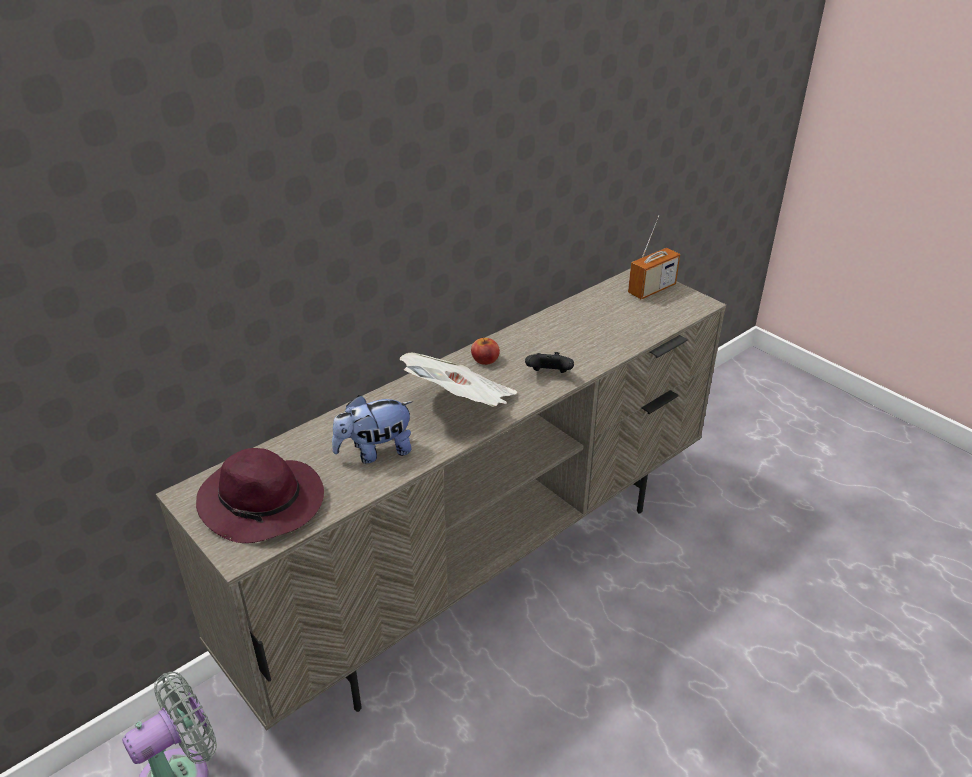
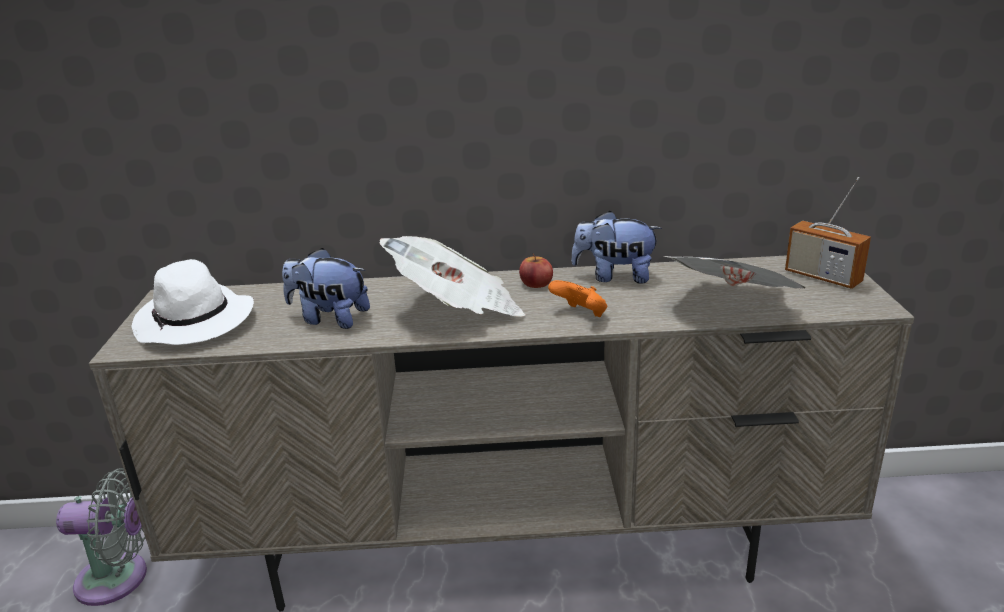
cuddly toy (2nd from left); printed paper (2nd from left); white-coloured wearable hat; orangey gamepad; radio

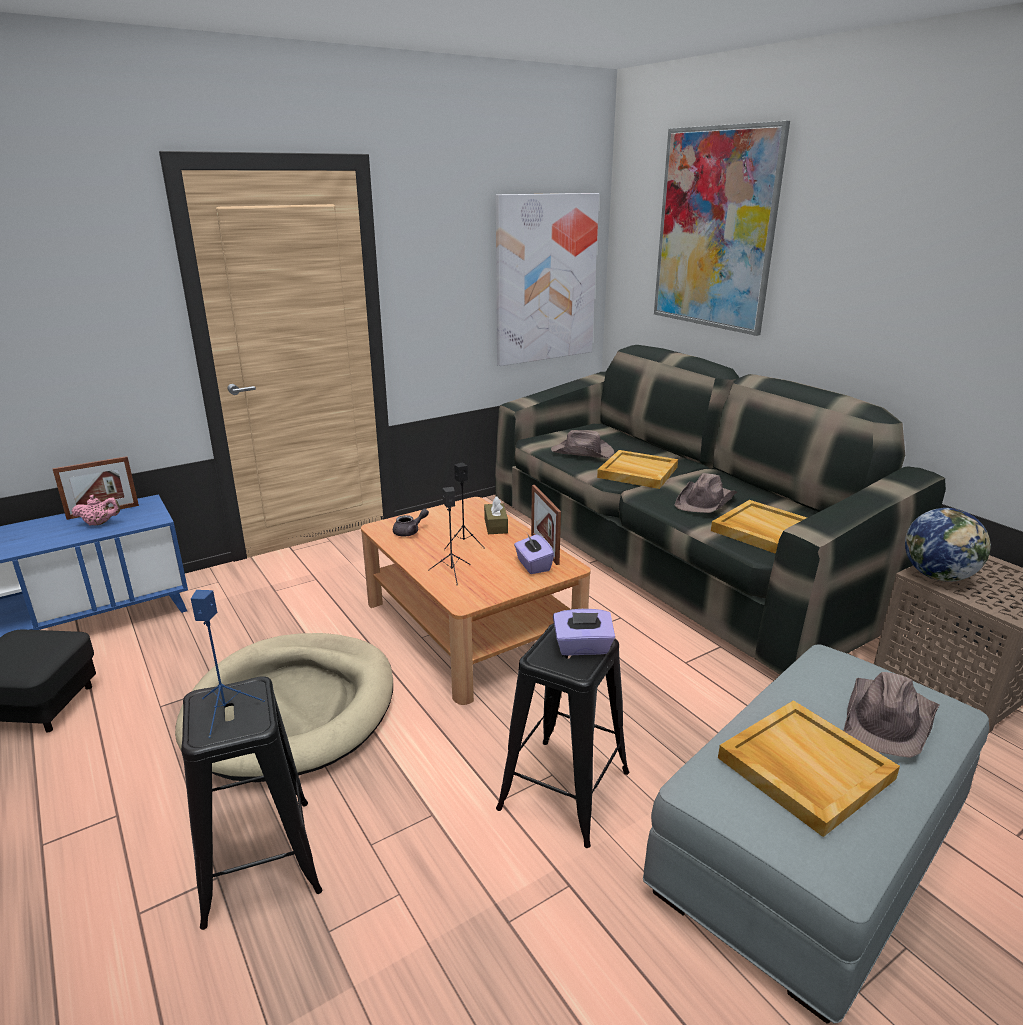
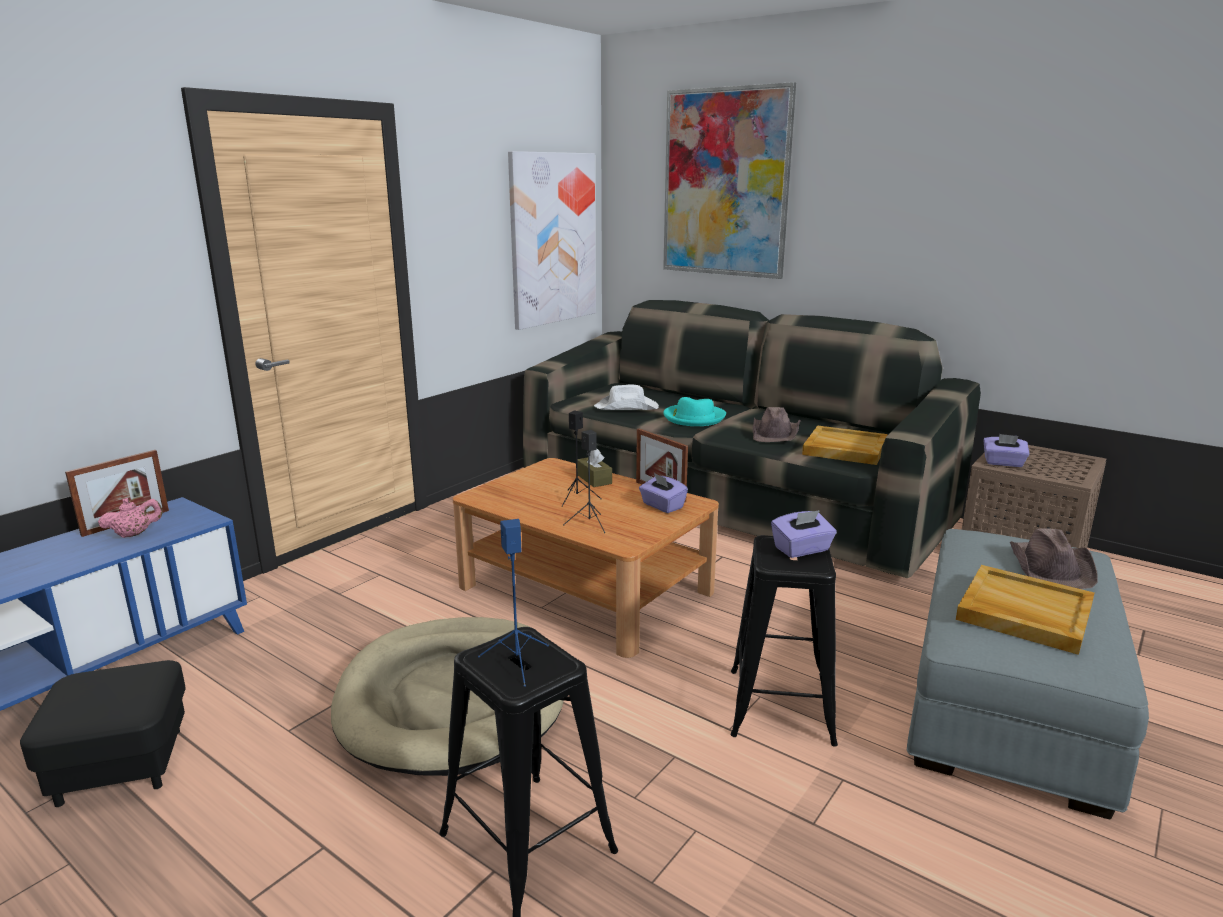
gray teapot; turquoise-coloured wearable hat; purplish tissue holder (3rd from left); white-coloured wearable hat

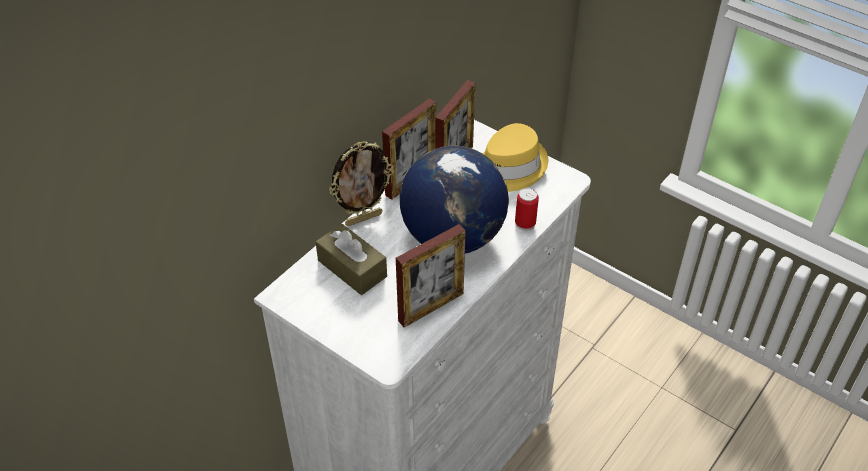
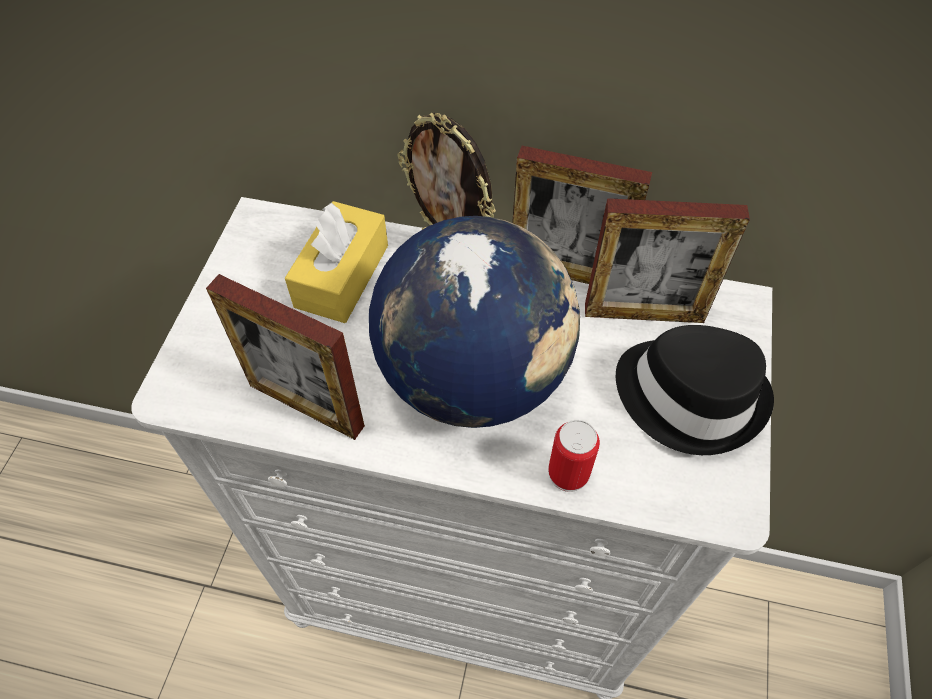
yellow-coloured tissue holder; black wearable hat

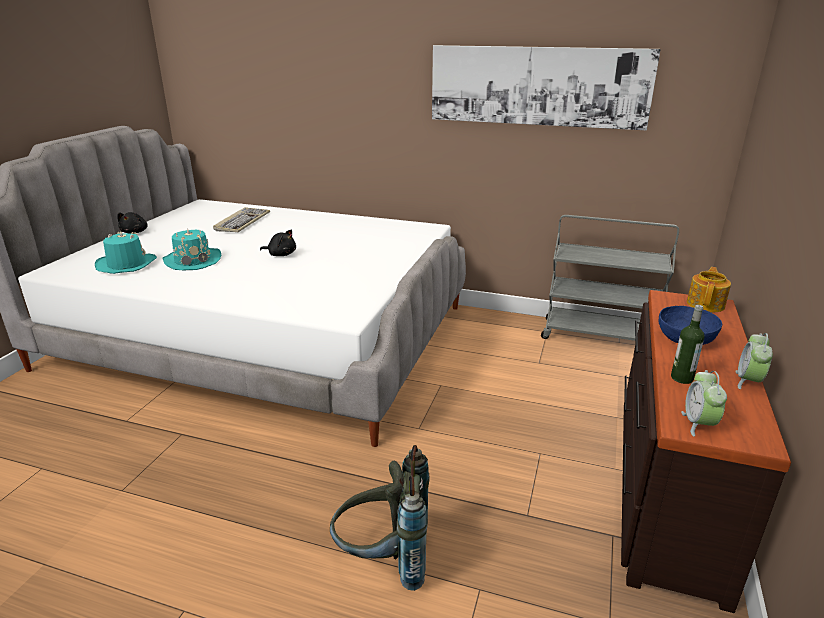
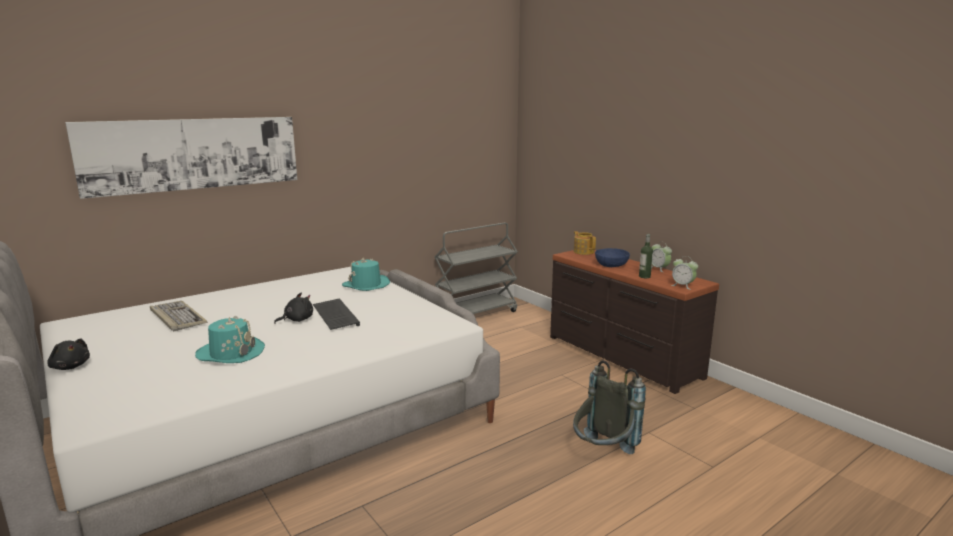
keyboard (2nd from left); turquoise-coloured wearable hat (2nd from left); wall art

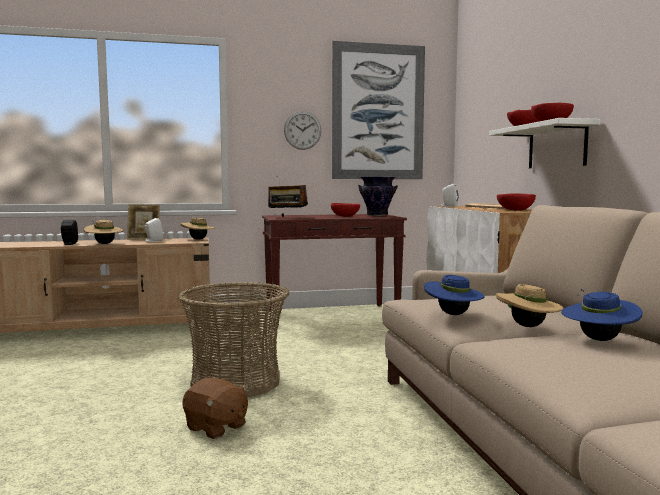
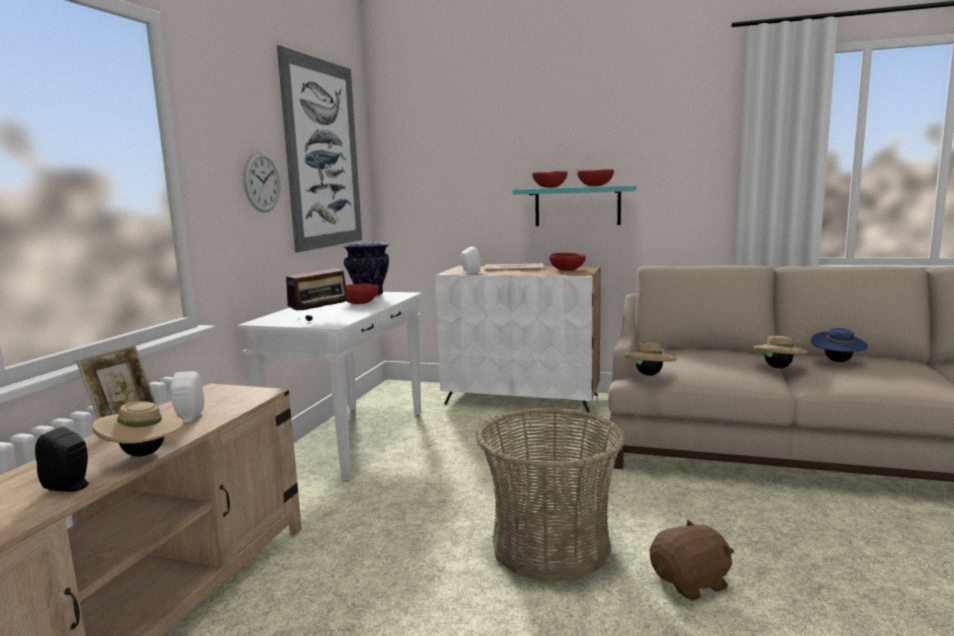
bluish wearable hat (1st from left in the first image); beige wearable hat (2nd from left); white-coloured narrow table; turquoise-coloured shelf

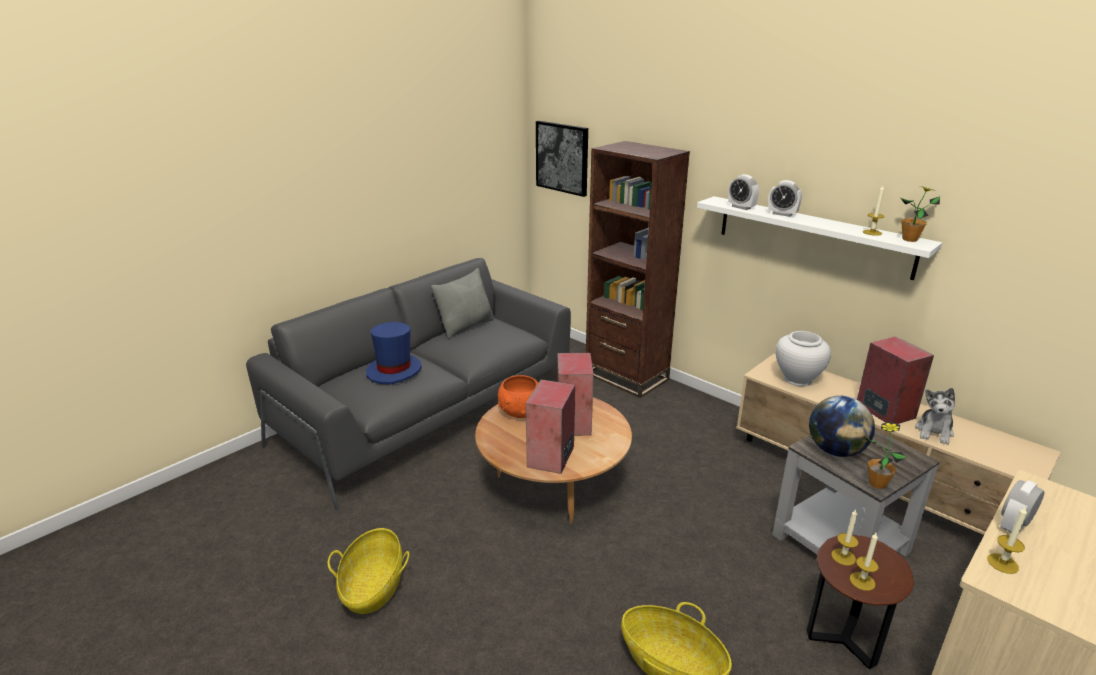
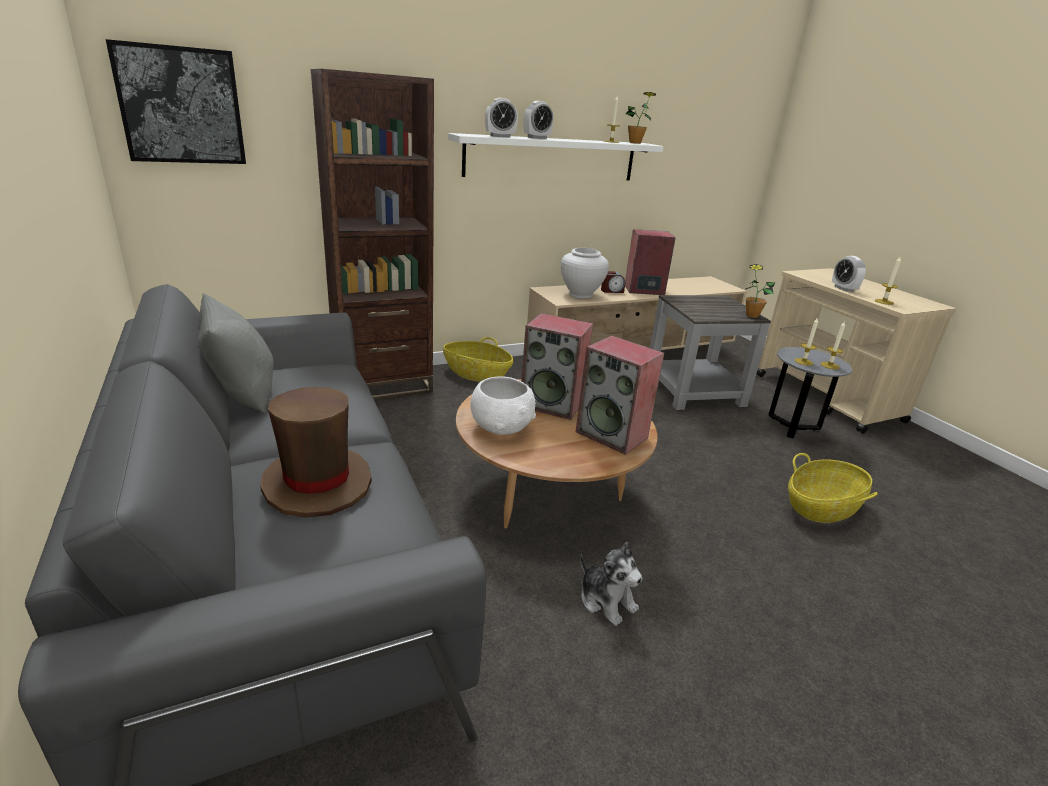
desk globe; alarm clock (3rd from left); storage basket (1st from left); cuddly toy; brownish wearable hat; white-coloured deep dish; gray accent table (2nd from left)

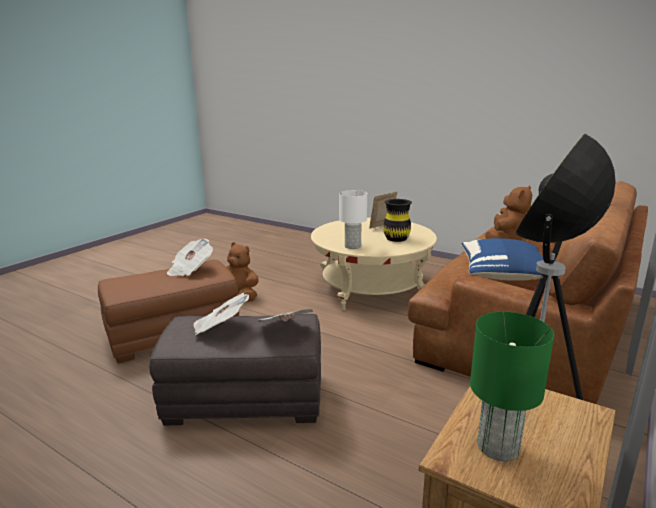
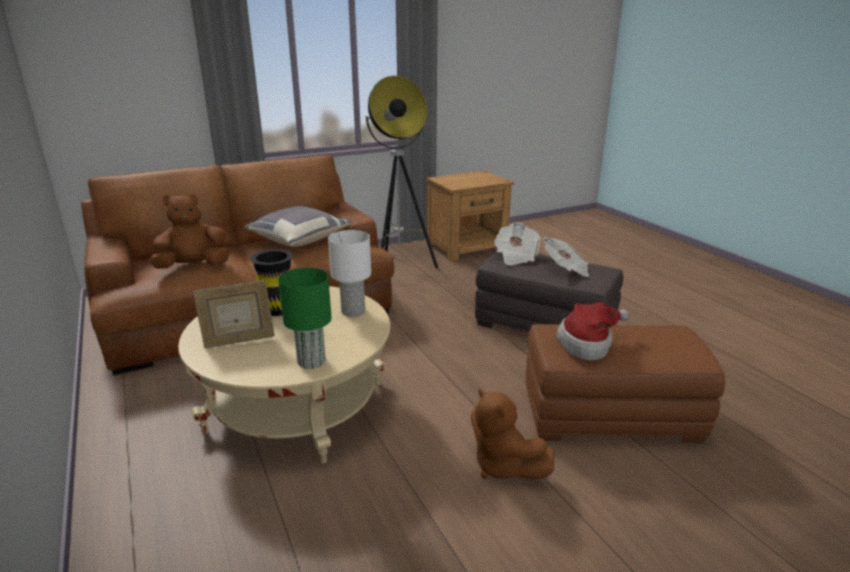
green-coloured tabletop lamp; wearable hat; gray cushion

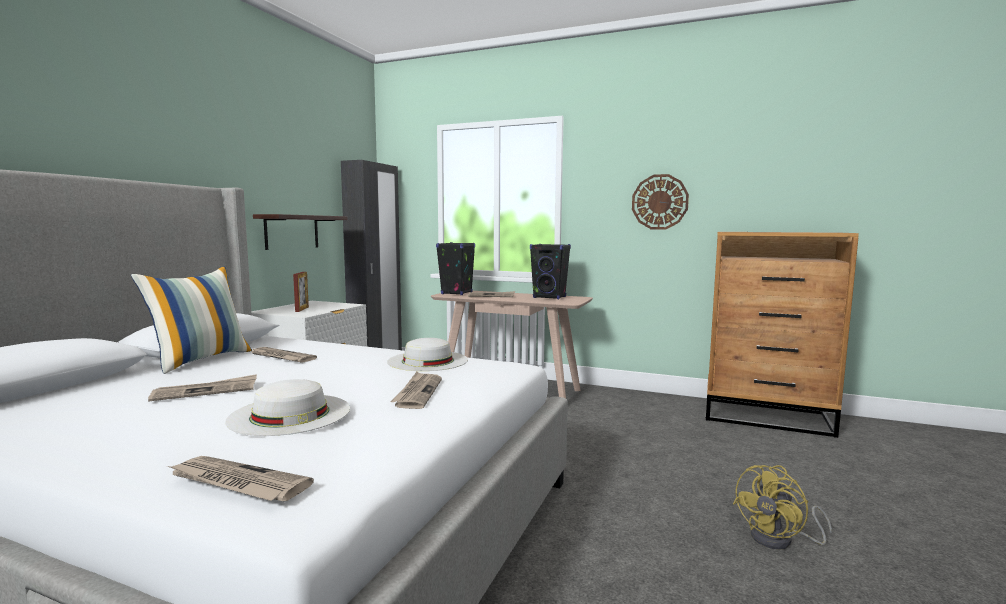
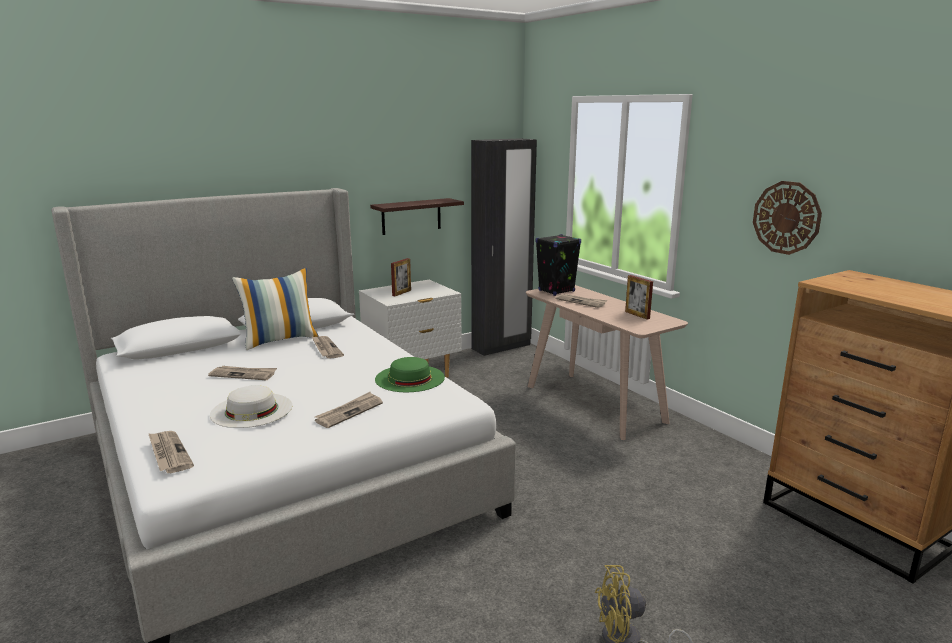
picture frame (2nd from left); green-coloured wearable hat

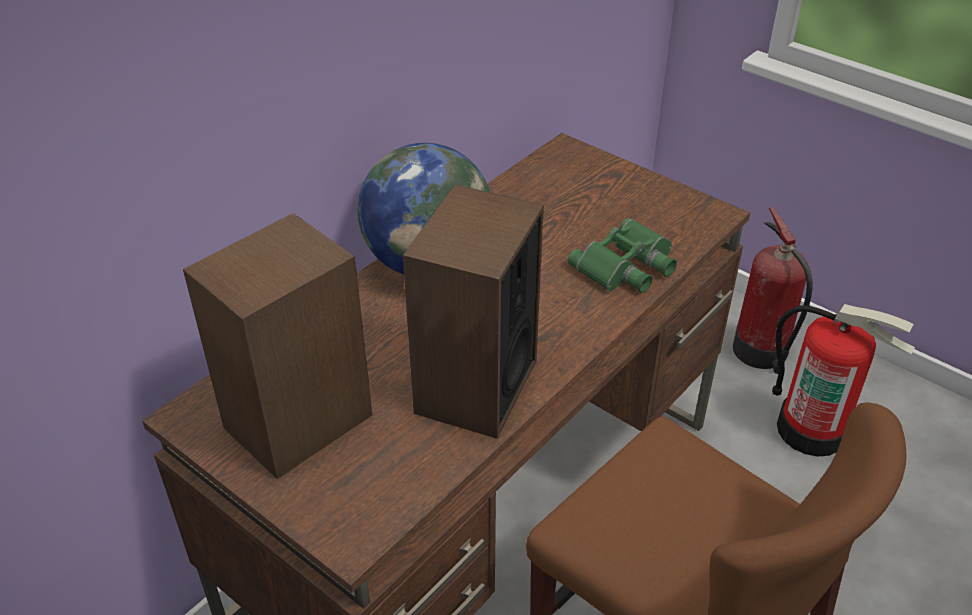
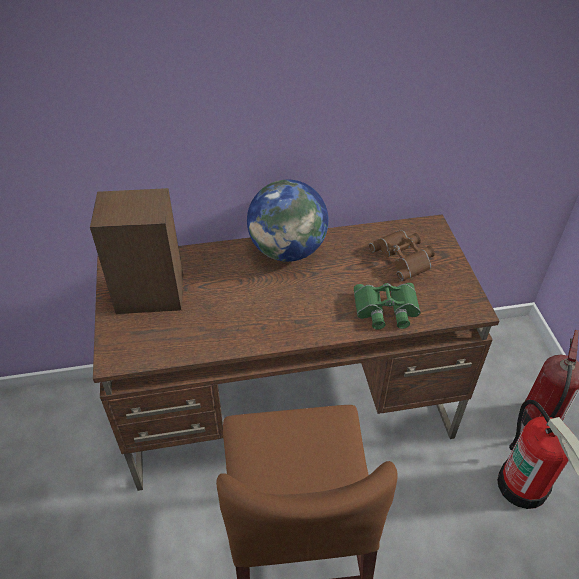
audio speaker (2nd from left in the first image); brownish binoculars

